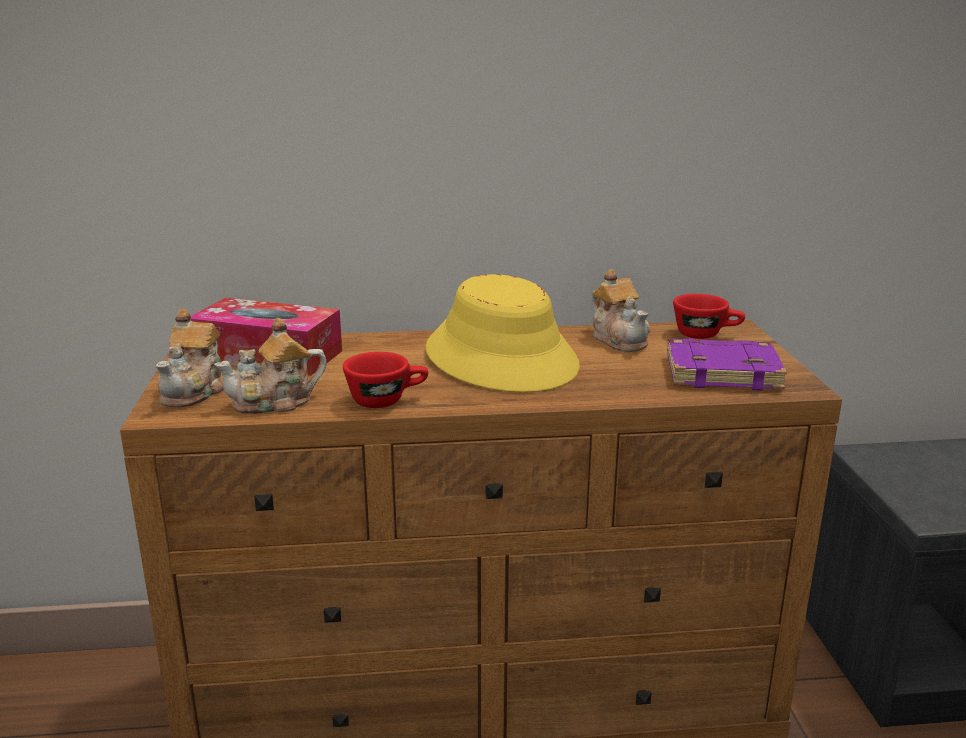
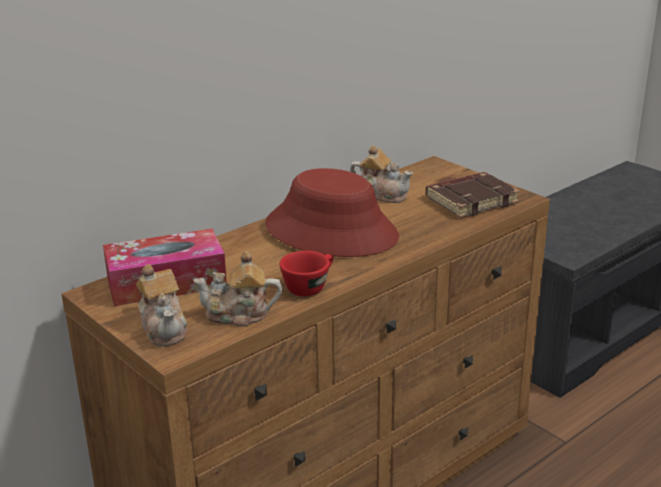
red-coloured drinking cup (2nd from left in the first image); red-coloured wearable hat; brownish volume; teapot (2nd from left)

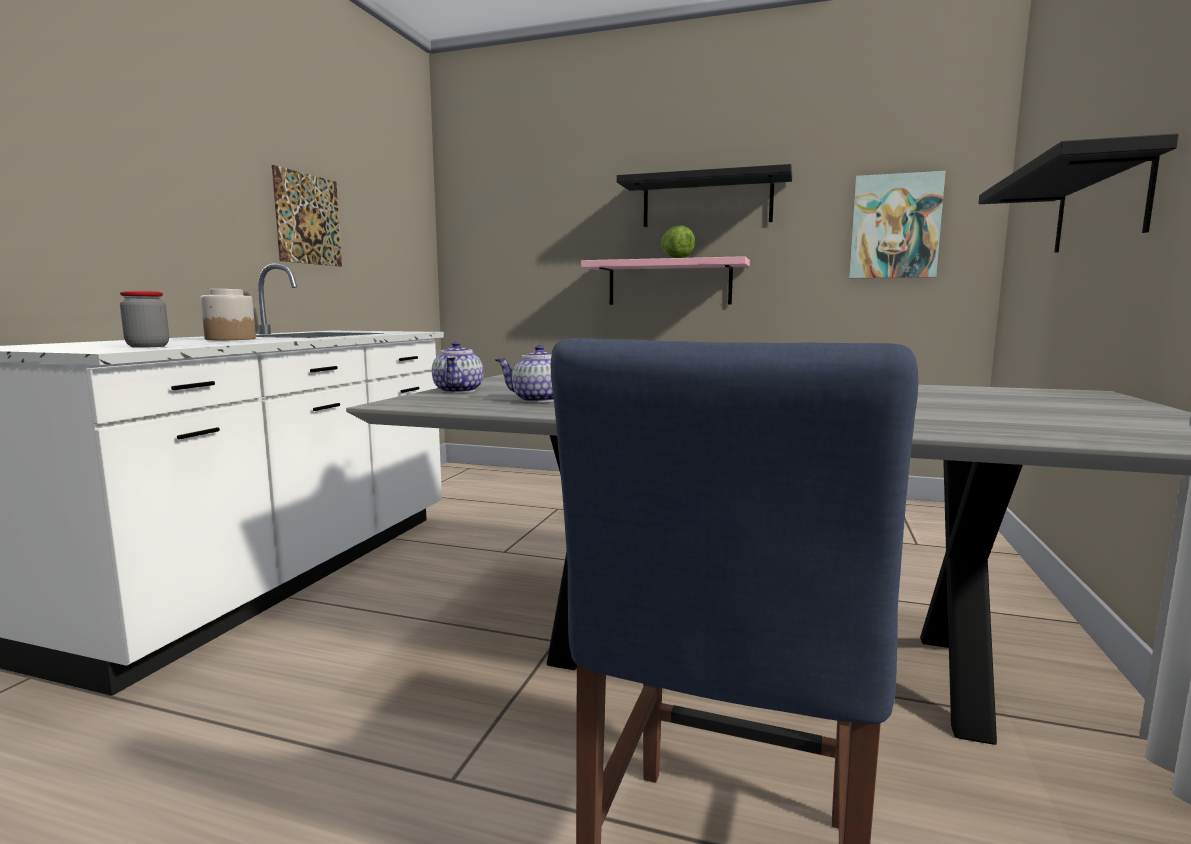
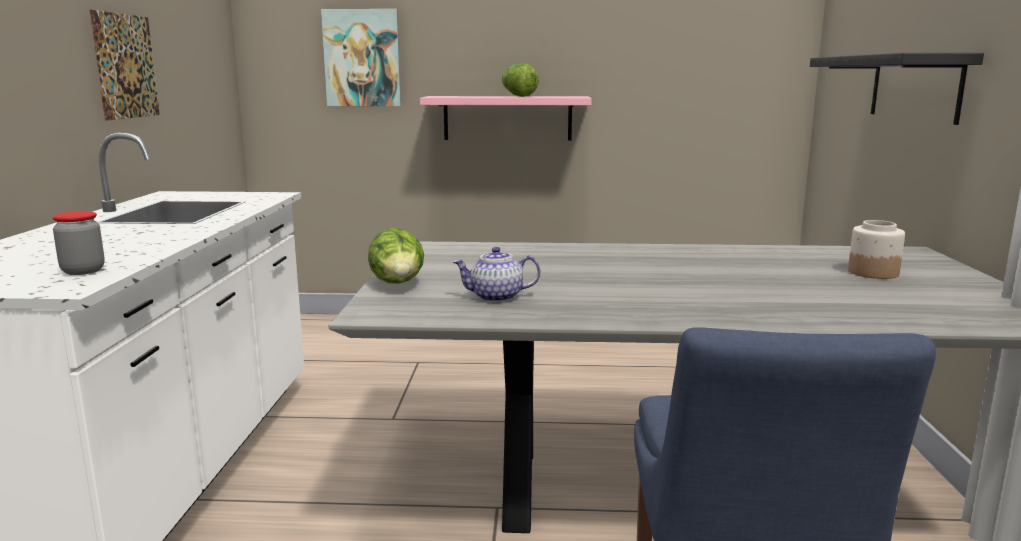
black shelf (1st from left in the first image); storage jar (2nd from left); wall art (2nd from left); head of lettuce (1st from left)

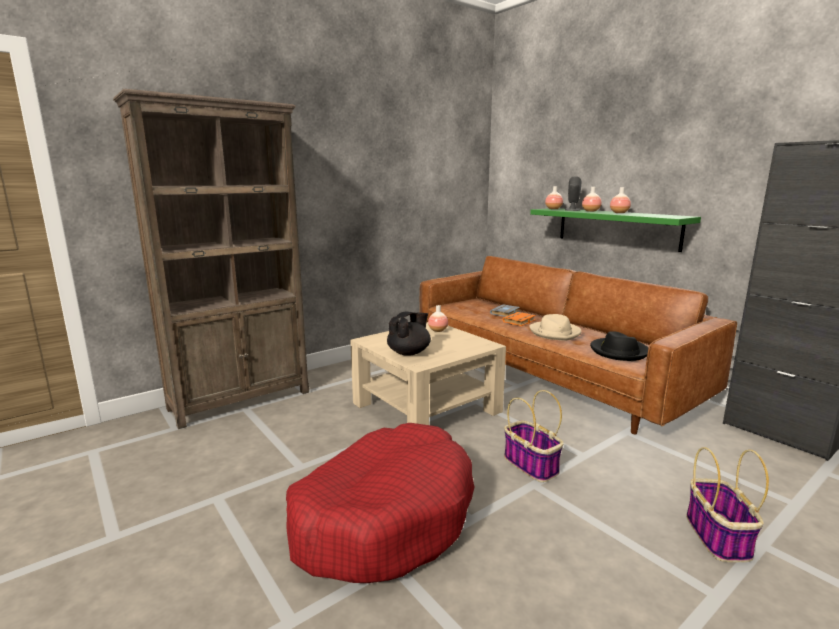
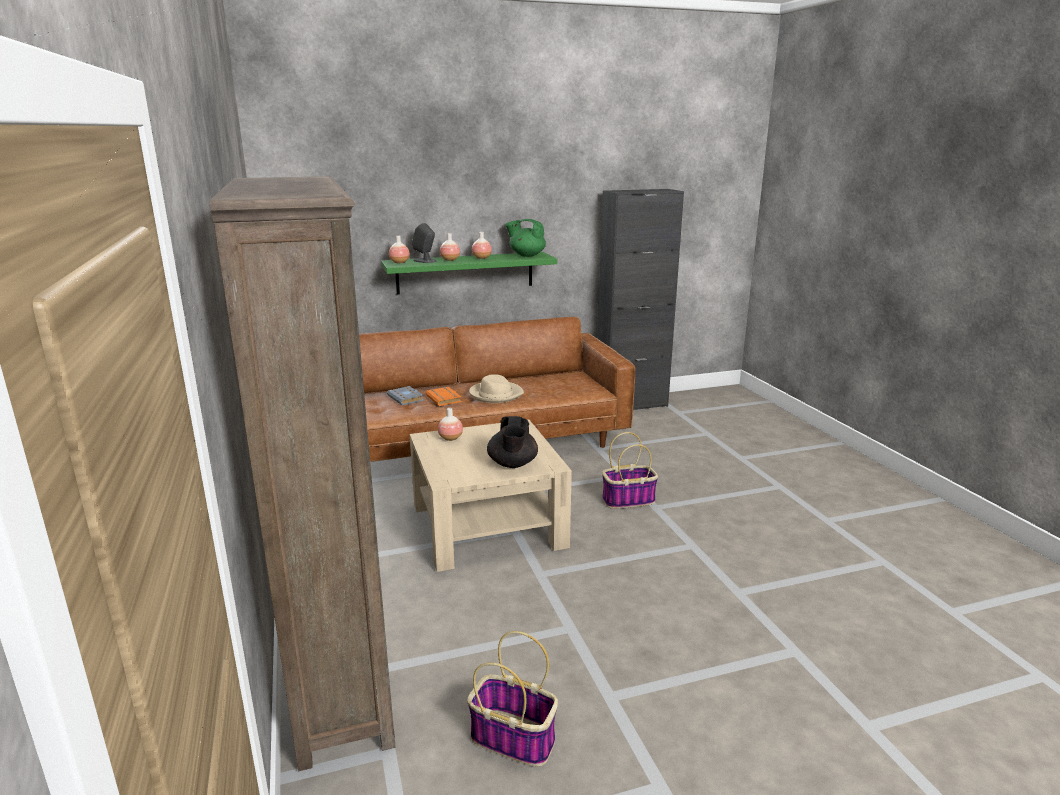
red-coloured pet bed; black wearable hat; green-coloured teapot; storage basket (1st from left); black teapot

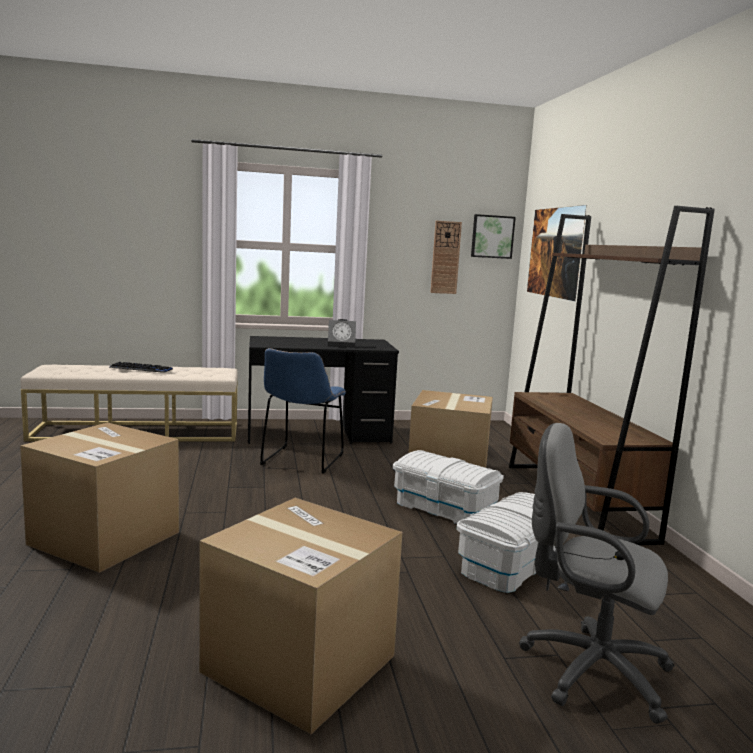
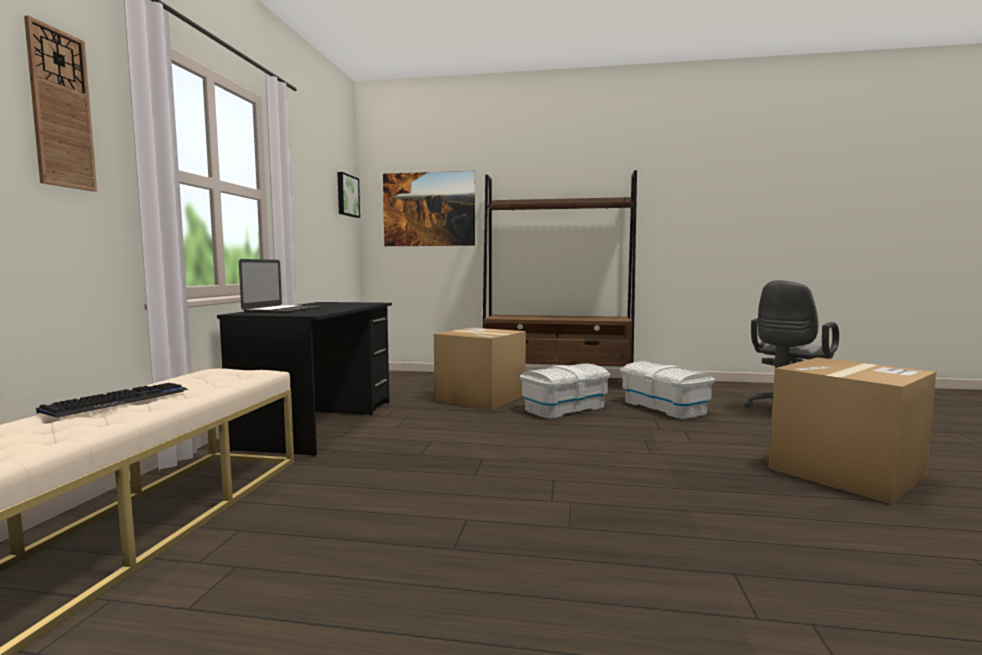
packing box (1st from left in the first image); bluish plain chair; alarm clock; portable computer; wall clock

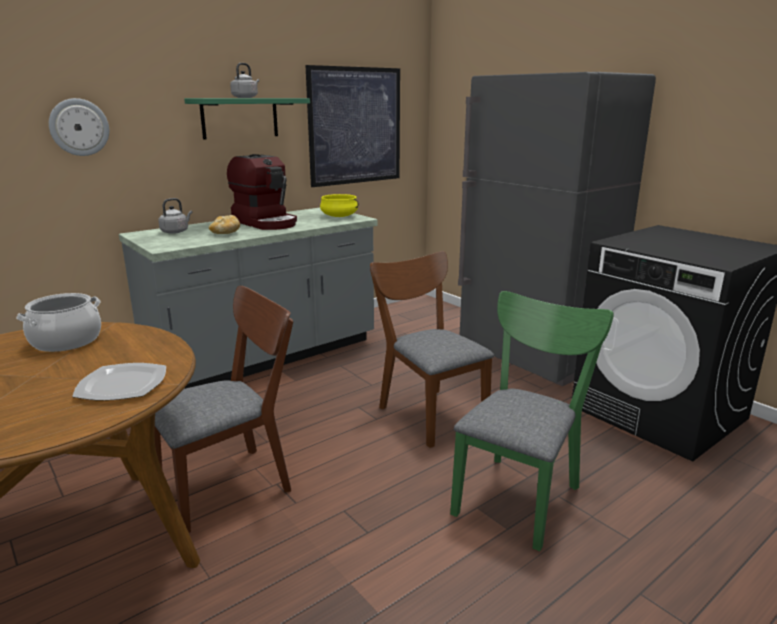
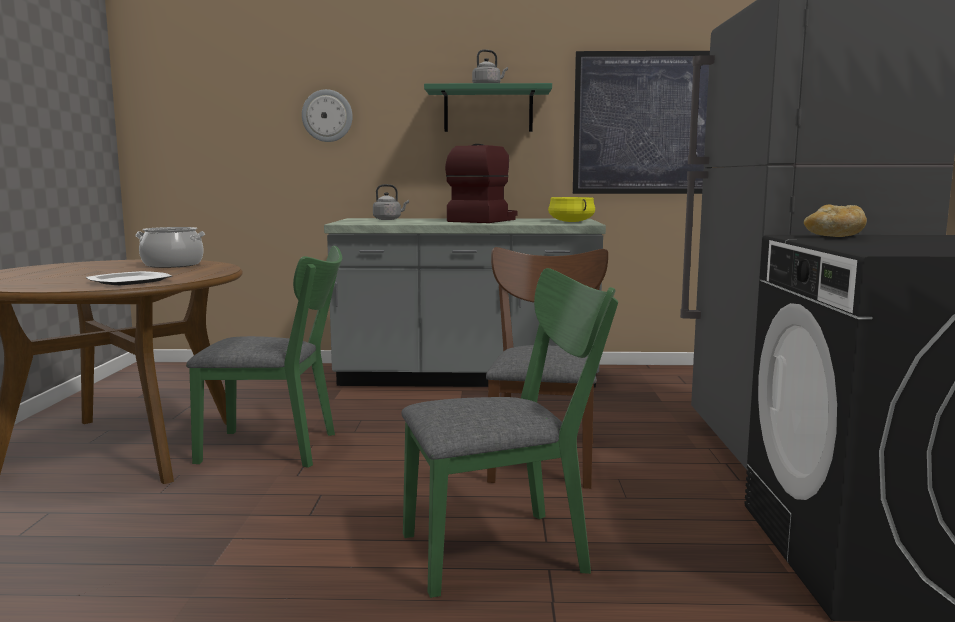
baked bread; green-coloured plain chair (1st from left); coffee machine

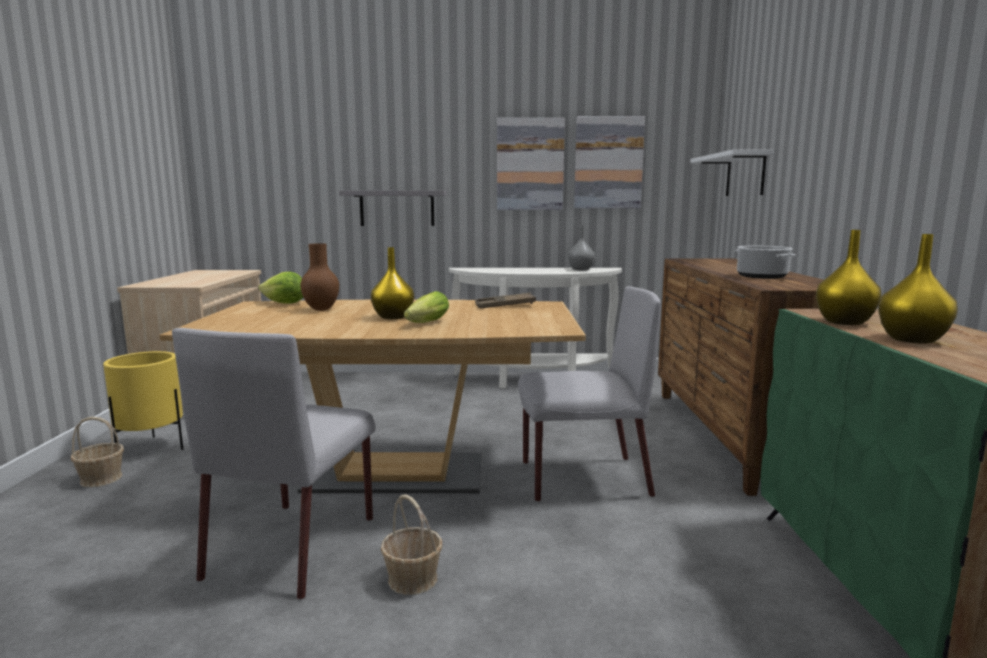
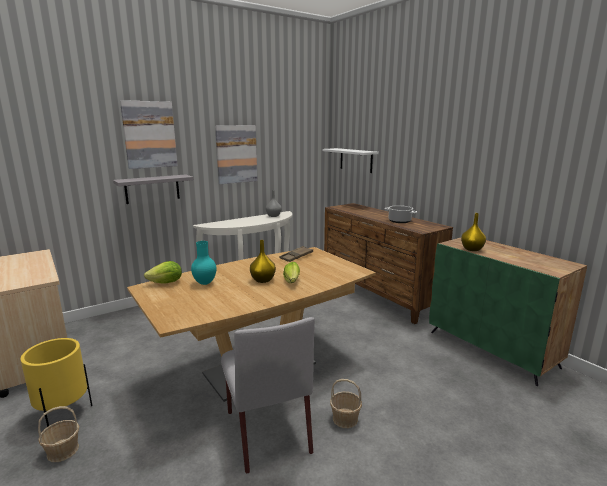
gray plain chair (2nd from left in the first image); yellow-coloured flower vase (3rd from left in the first image); wall art (1st from left); turquoise-coloured flower vase

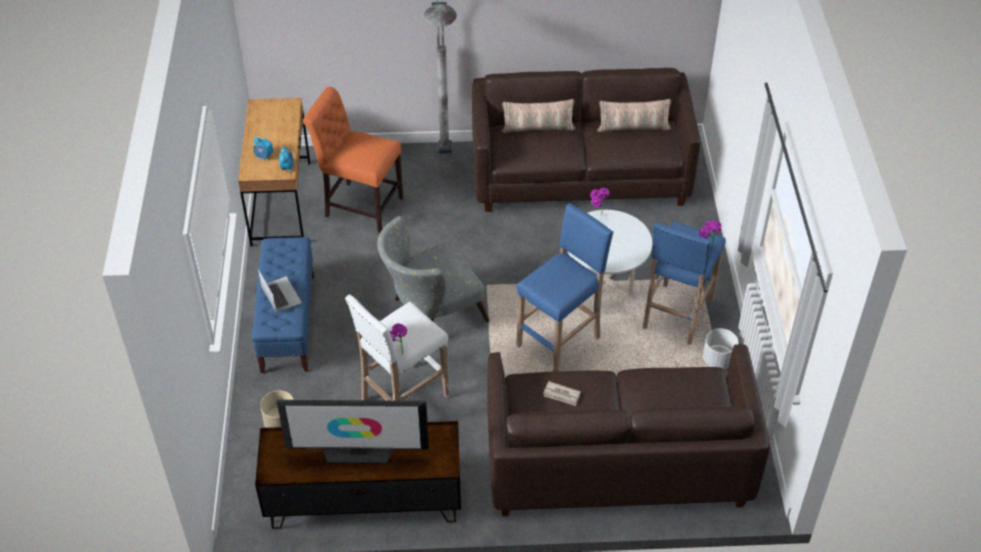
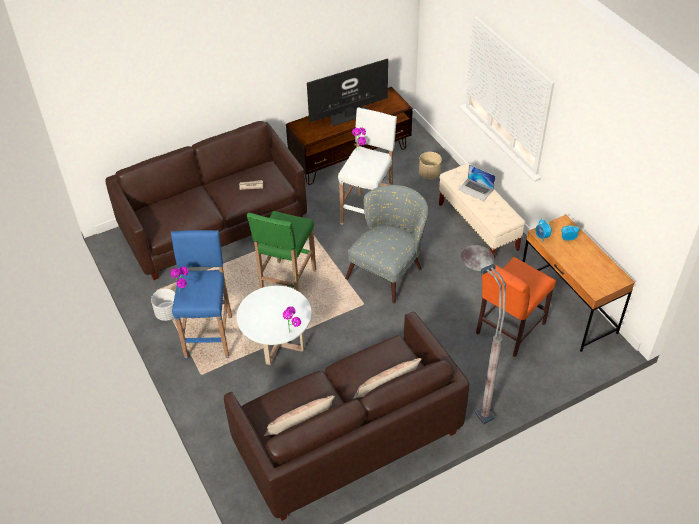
beige indoor bench; green-coloured sitting stool; orangey plain chair

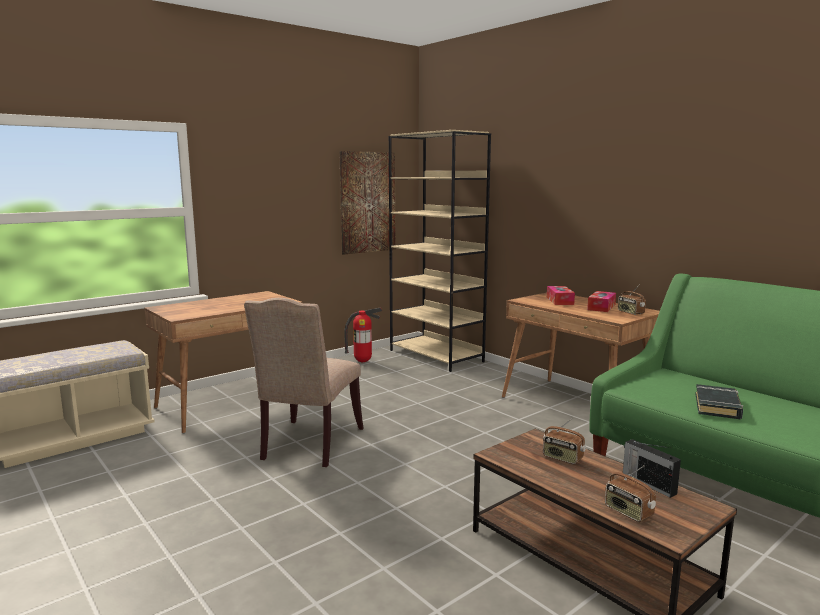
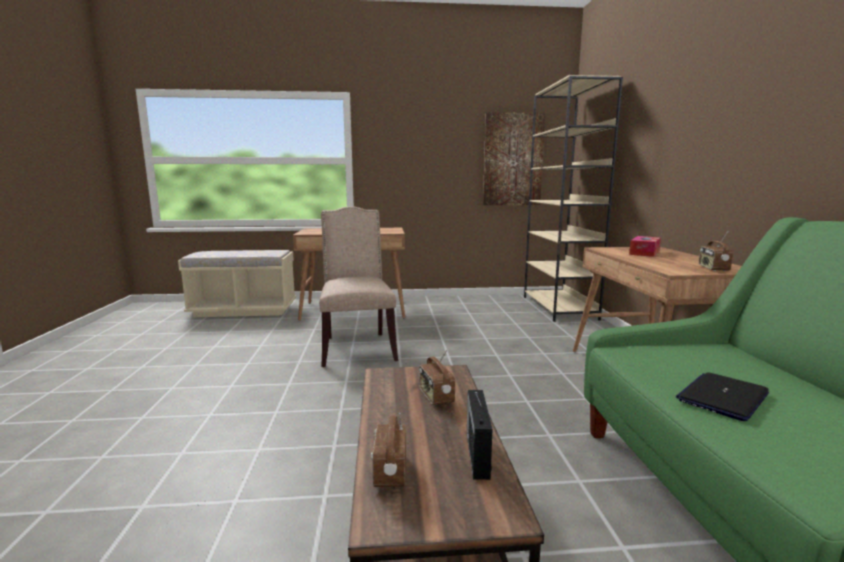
fire-fighting cylinder; tissue holder (2nd from left in the first image); portable computer; beige plain chair

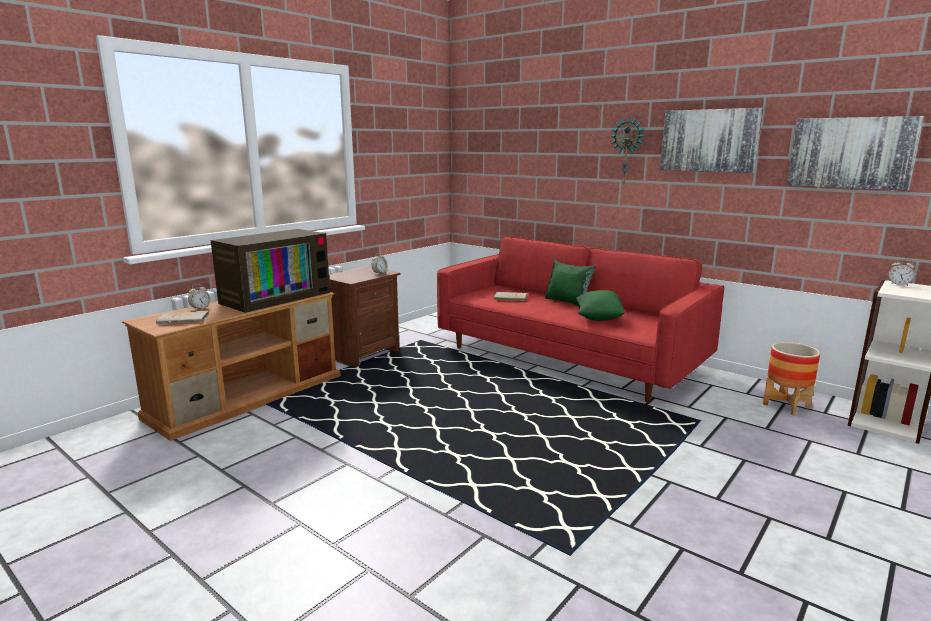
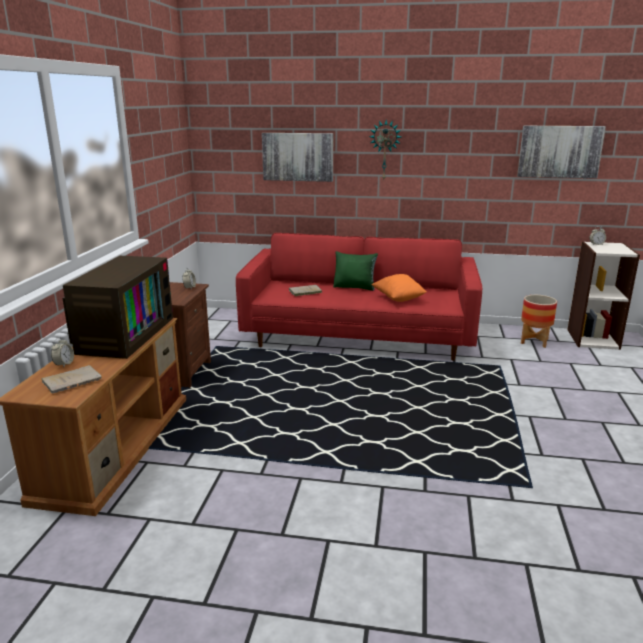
wall art (1st from left); orangey cushion

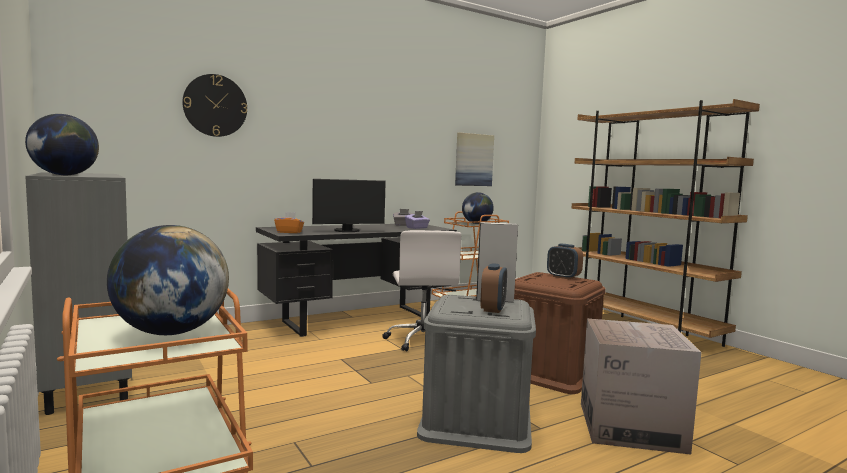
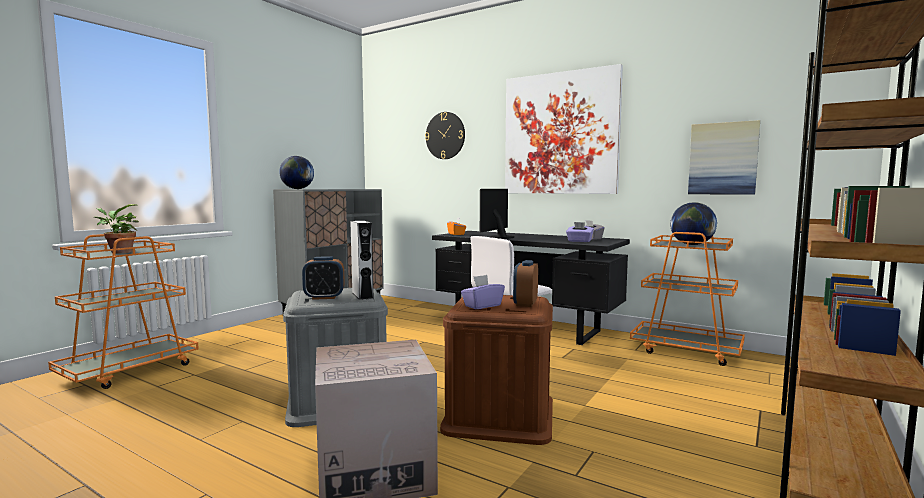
purplish tissue holder (1st from left); wall art (1st from left); potted plant; computer screen

